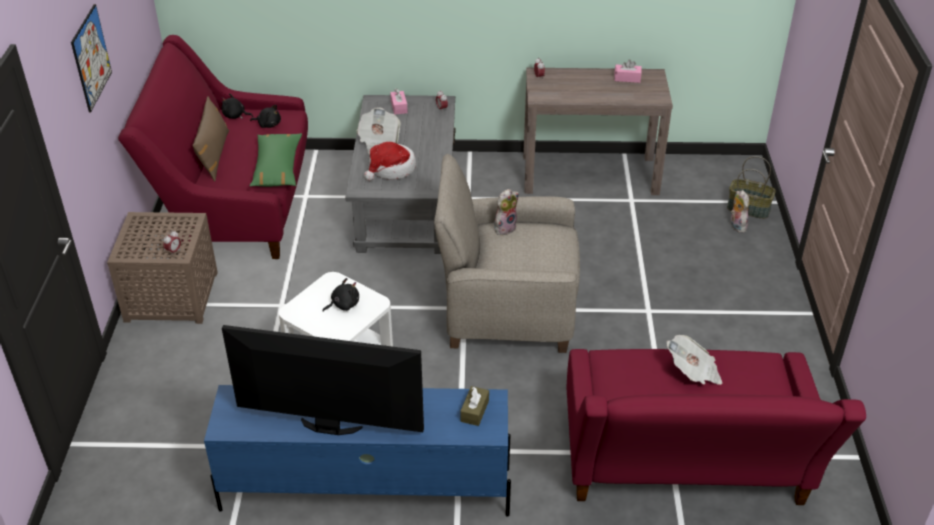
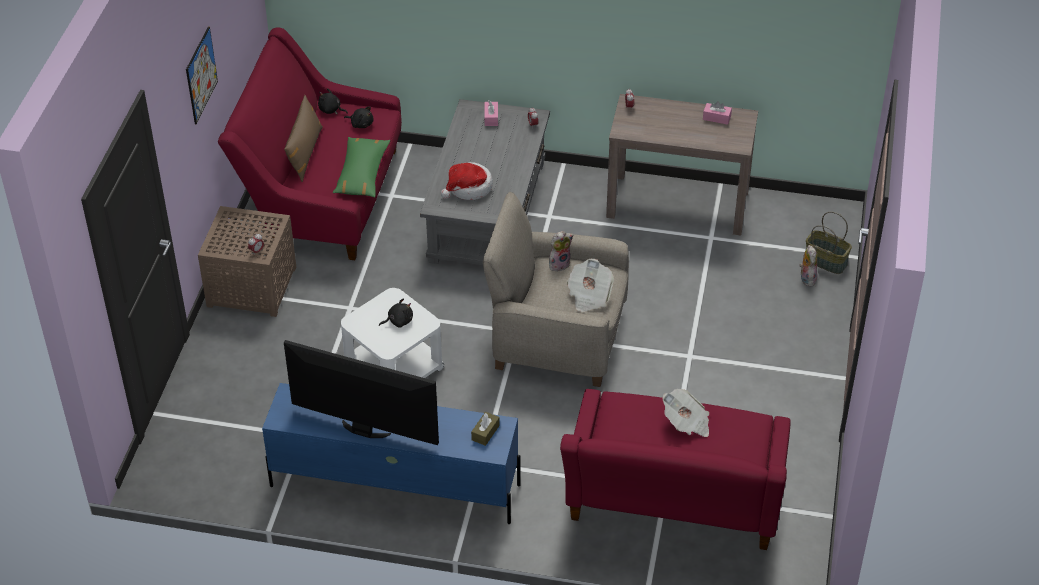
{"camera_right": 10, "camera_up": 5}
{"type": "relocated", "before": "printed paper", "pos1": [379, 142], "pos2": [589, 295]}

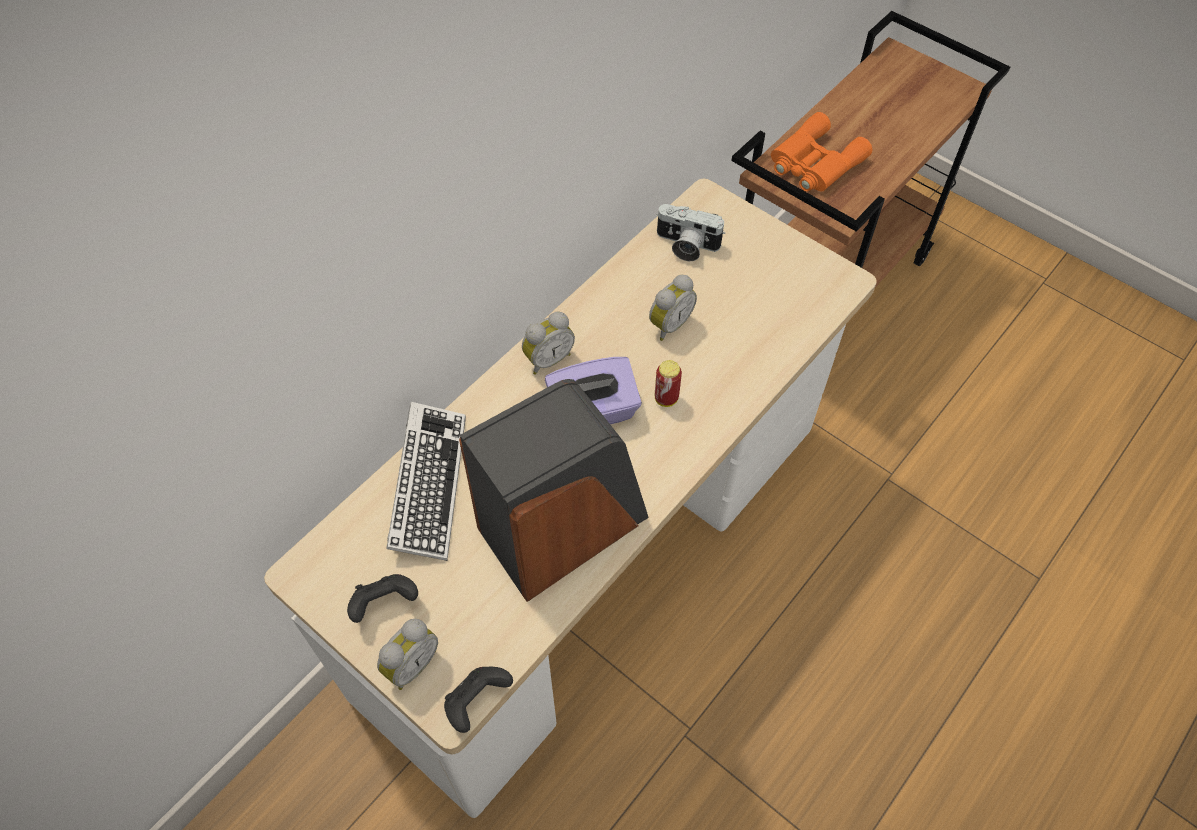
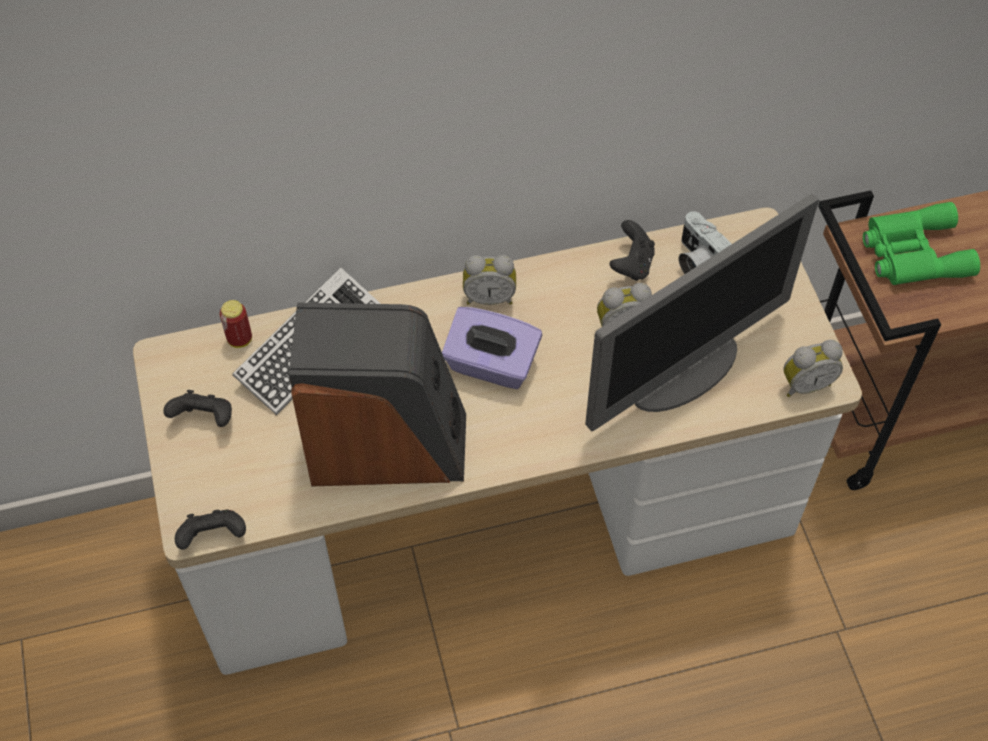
{"camera_right": 35, "camera_up": 0}
{"type": "colour", "before": "orangey binoculars", "after": "green binoculars", "pos1": [814, 163], "pos2": [912, 253]}
{"type": "relocated", "before": "metal can", "pos1": [666, 398], "pos2": [240, 339]}
{"type": "relocated", "before": "alarm clock", "pos1": [411, 664], "pos2": [805, 384]}
{"type": "appeared", "after": "computer screen", "pos2": [686, 372]}
{"type": "appeared", "after": "blackish gamepad", "pos2": [632, 264]}

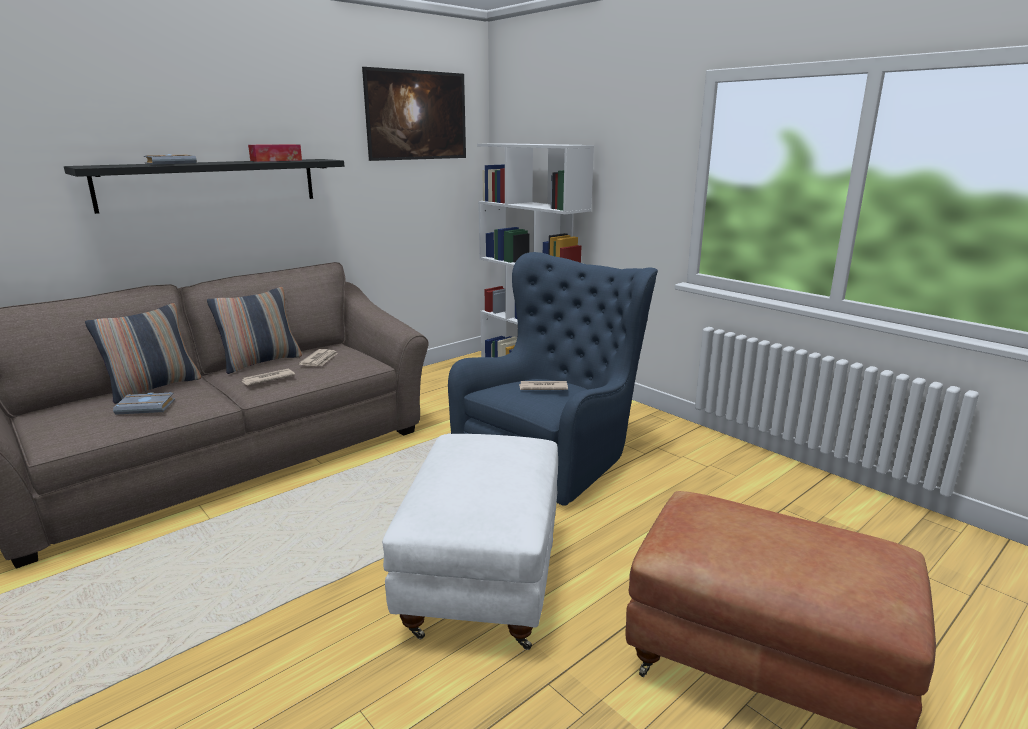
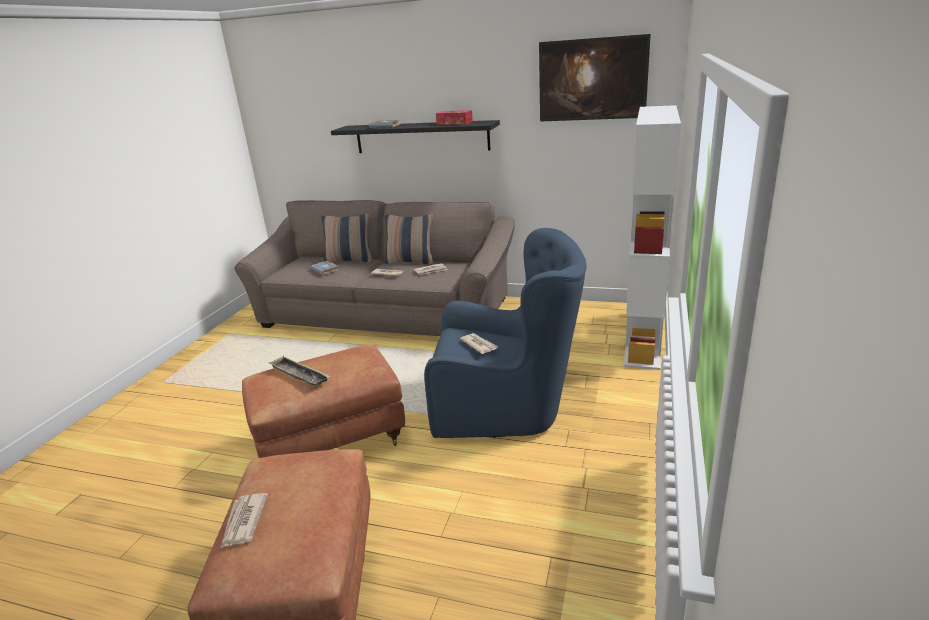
{"camera_right": 60, "camera_up": 5}
{"type": "colour", "before": "white ottoman", "after": "brown ottoman", "pos1": [482, 579], "pos2": [332, 442]}
{"type": "appeared", "after": "serving tray", "pos2": [299, 375]}
{"type": "appeared", "after": "printed paper", "pos2": [244, 522]}

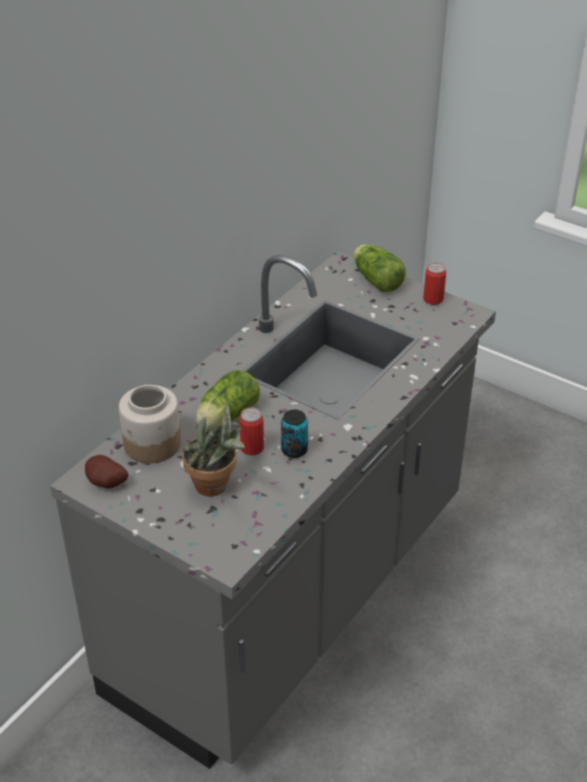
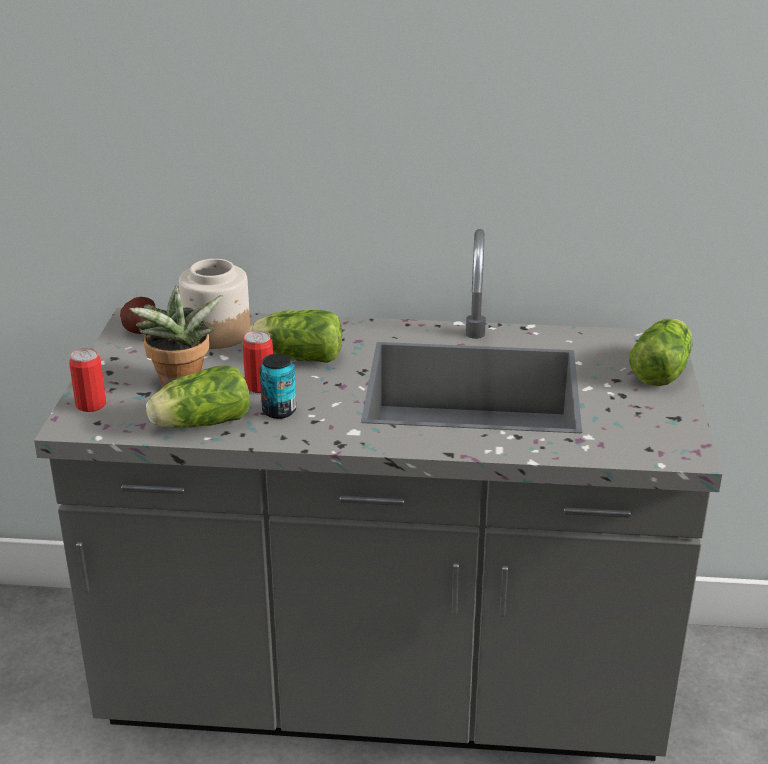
{"camera_right": 60, "camera_up": -10}
{"type": "relocated", "before": "metal can", "pos1": [433, 299], "pos2": [91, 405]}
{"type": "appeared", "after": "head of lettuce", "pos2": [199, 424]}

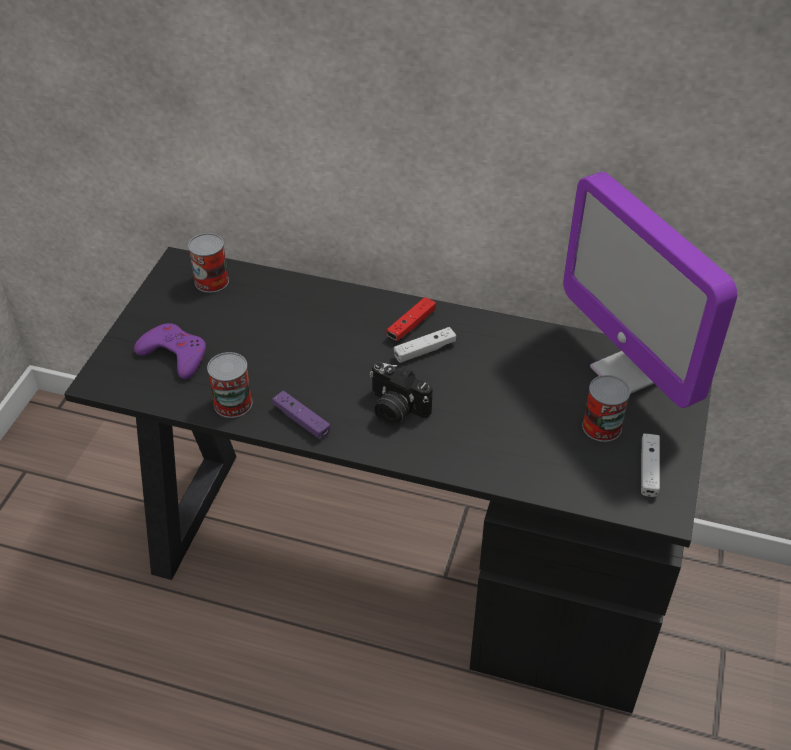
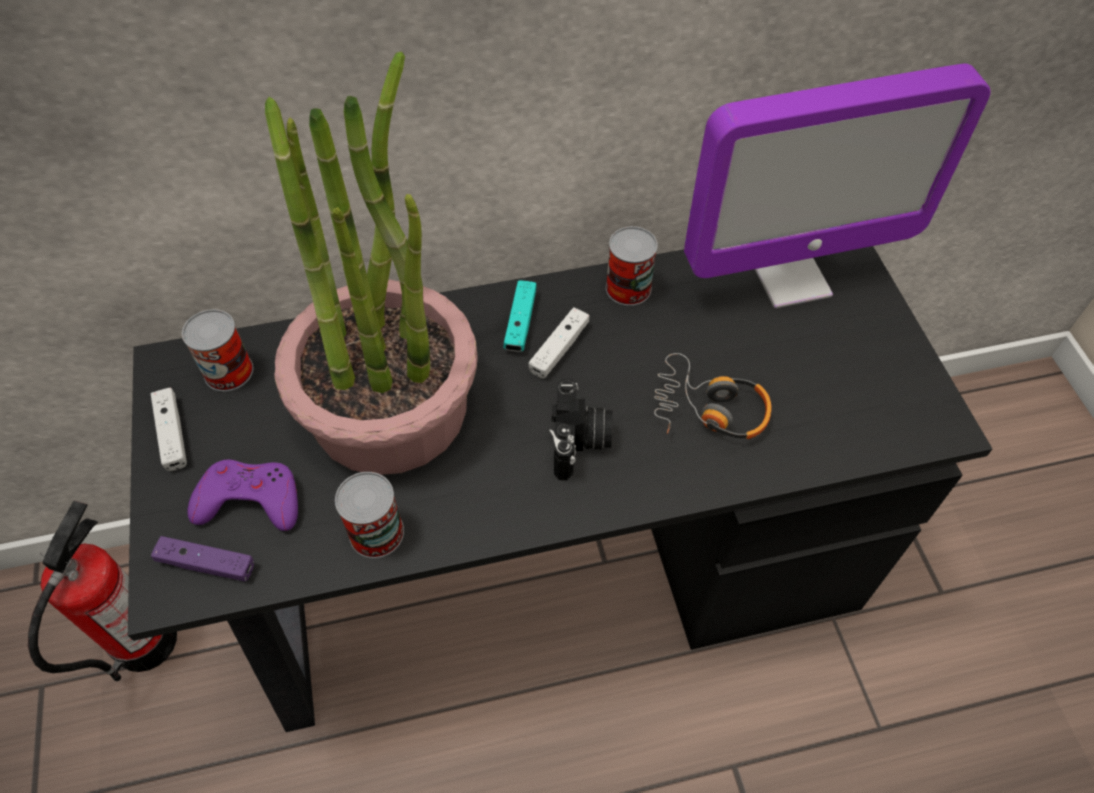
{"camera_right": -30, "camera_up": 10}
{"type": "spun", "before": "computer screen", "pos1": [627, 372], "pos2": [789, 277], "turn": -45}
{"type": "colour", "before": "reddish gamepad", "after": "turquoise-coloured gamepad", "pos1": [411, 325], "pos2": [520, 322]}
{"type": "spun", "before": "photo camera", "pos1": [395, 409], "pos2": [580, 442], "turn": -90}
{"type": "relocated", "before": "metal can", "pos1": [602, 426], "pos2": [628, 288]}
{"type": "relocated", "before": "purple gamepad", "pos1": [301, 420], "pos2": [206, 564]}
{"type": "relocated", "before": "white gamepad", "pos1": [648, 470], "pos2": [172, 434]}
{"type": "appeared", "after": "houseplant", "pos2": [390, 405]}
{"type": "appeared", "after": "headphones", "pos2": [709, 409]}
{"type": "appeared", "after": "extinguisher", "pos2": [144, 642]}

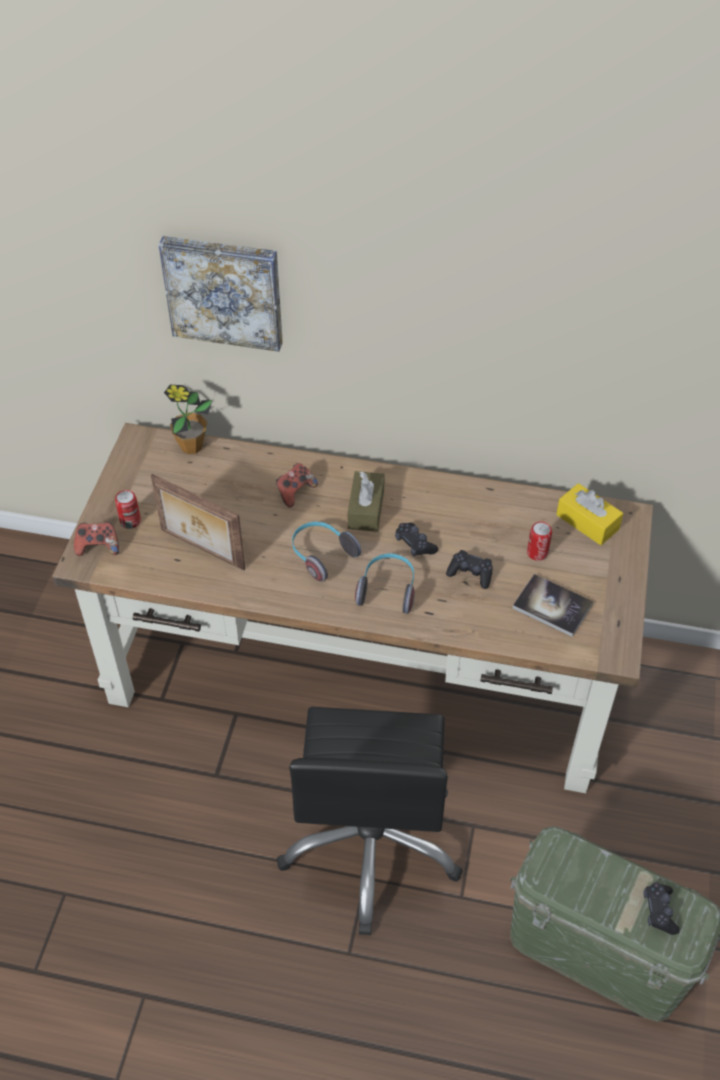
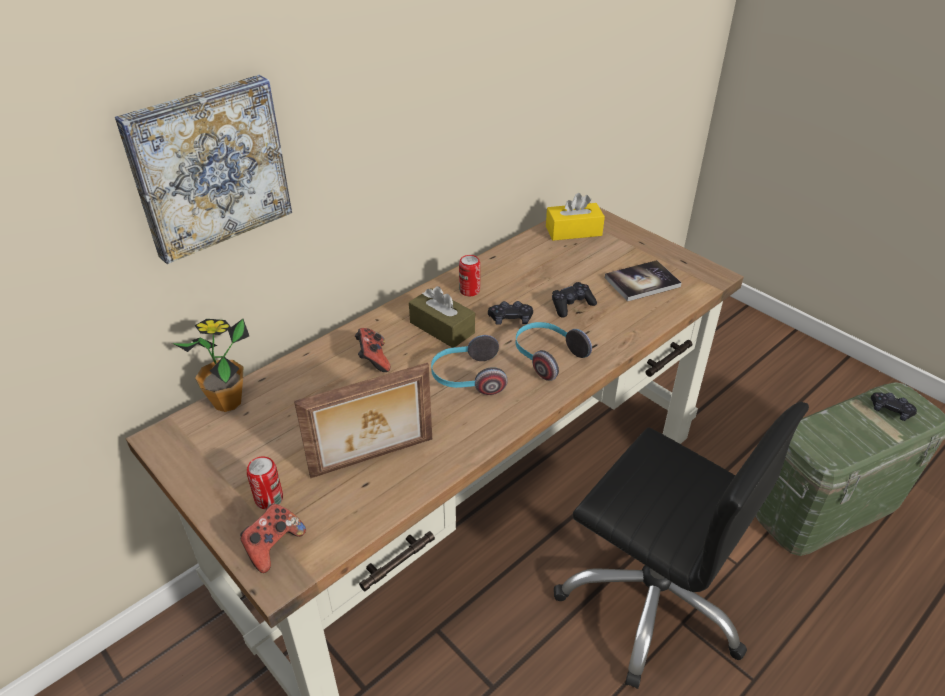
{"camera_right": -55, "camera_up": -10}
{"type": "relocated", "before": "metal can", "pos1": [537, 553], "pos2": [469, 291]}

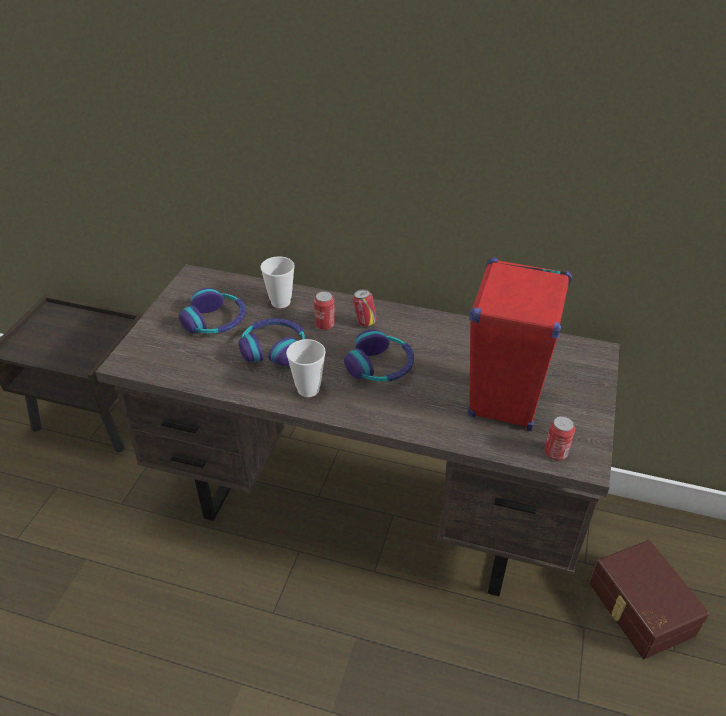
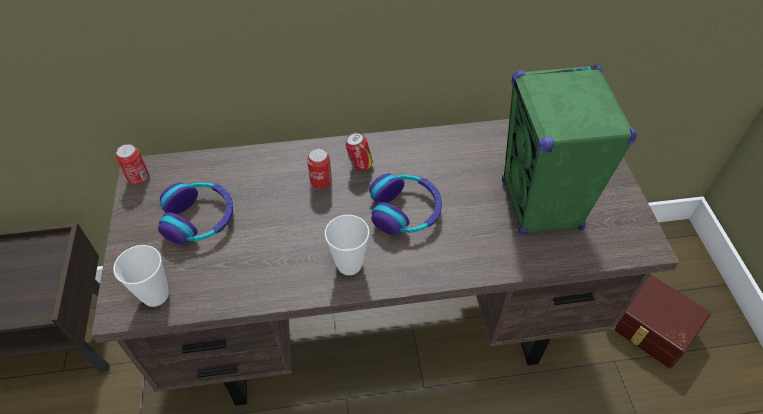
{"camera_right": -25, "camera_up": 10}
{"type": "relocated", "before": "drinking cup", "pos1": [280, 302], "pos2": [155, 295]}
{"type": "colour", "before": "reddish speaker", "after": "green speaker", "pos1": [505, 400], "pos2": [541, 206]}
{"type": "missing", "before": "headphones", "pos1": [273, 349]}
{"type": "relocated", "before": "metal can", "pos1": [555, 453], "pos2": [138, 178]}

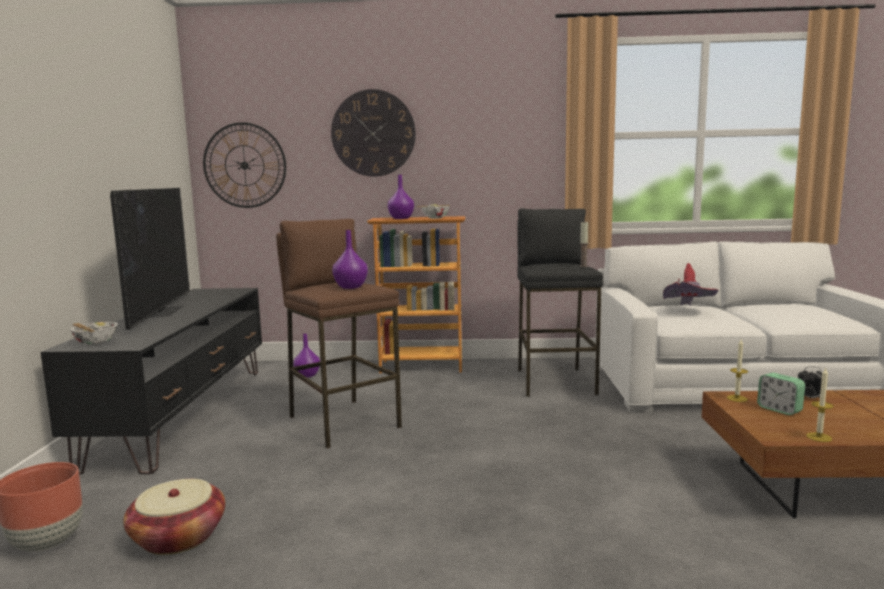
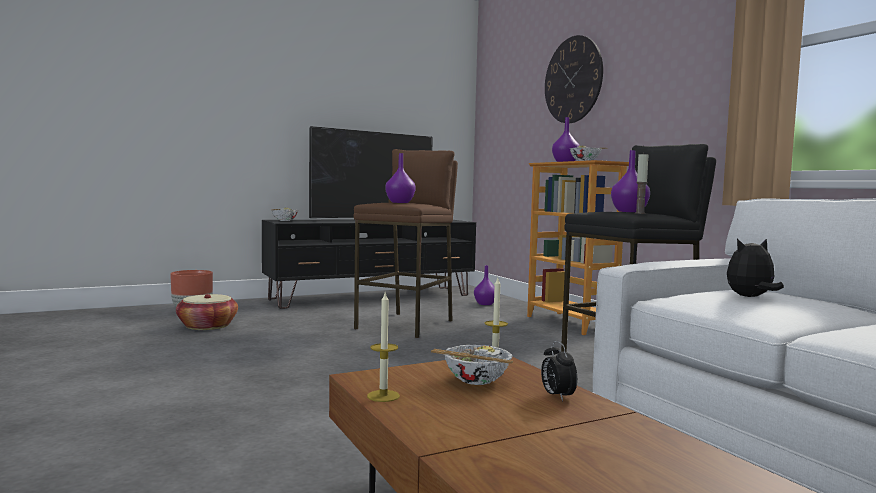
{"camera_right": 60, "camera_up": -5}
{"type": "missing", "before": "wall clock", "pos1": [244, 165]}
{"type": "exchanged", "before": "reddish wearable hat", "after": "plush toy", "pos1": [687, 312], "pos2": [750, 297]}
{"type": "exchanged", "before": "alarm clock", "after": "deep dish", "pos1": [779, 409], "pos2": [476, 381]}
{"type": "appeared", "after": "purple decorative vase", "pos2": [628, 211]}

